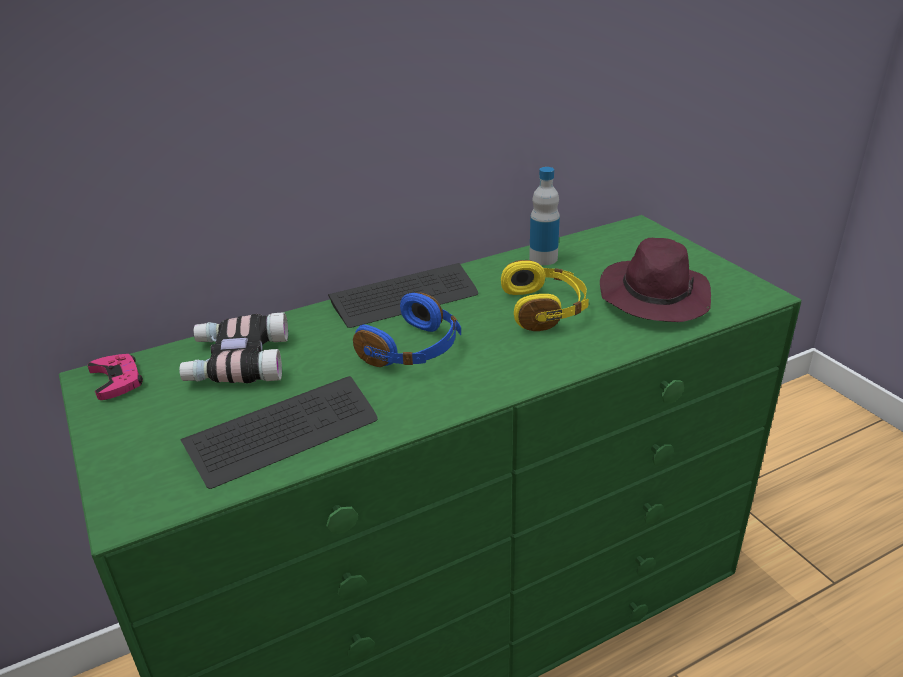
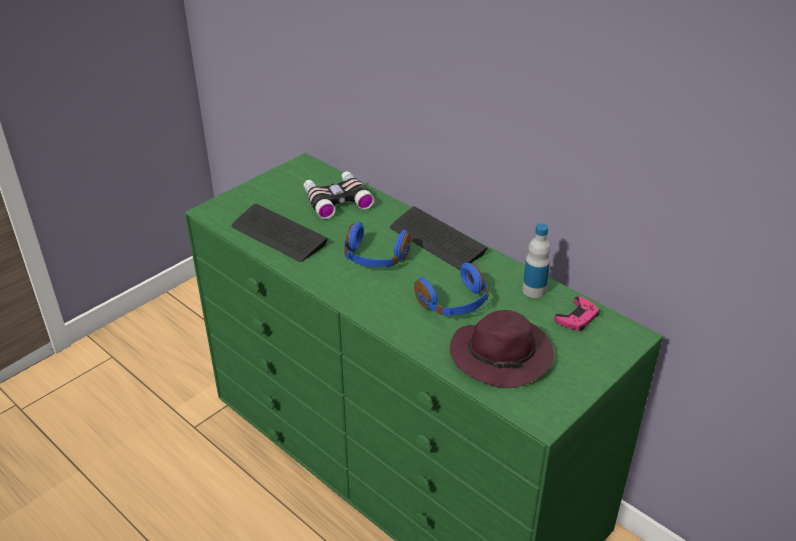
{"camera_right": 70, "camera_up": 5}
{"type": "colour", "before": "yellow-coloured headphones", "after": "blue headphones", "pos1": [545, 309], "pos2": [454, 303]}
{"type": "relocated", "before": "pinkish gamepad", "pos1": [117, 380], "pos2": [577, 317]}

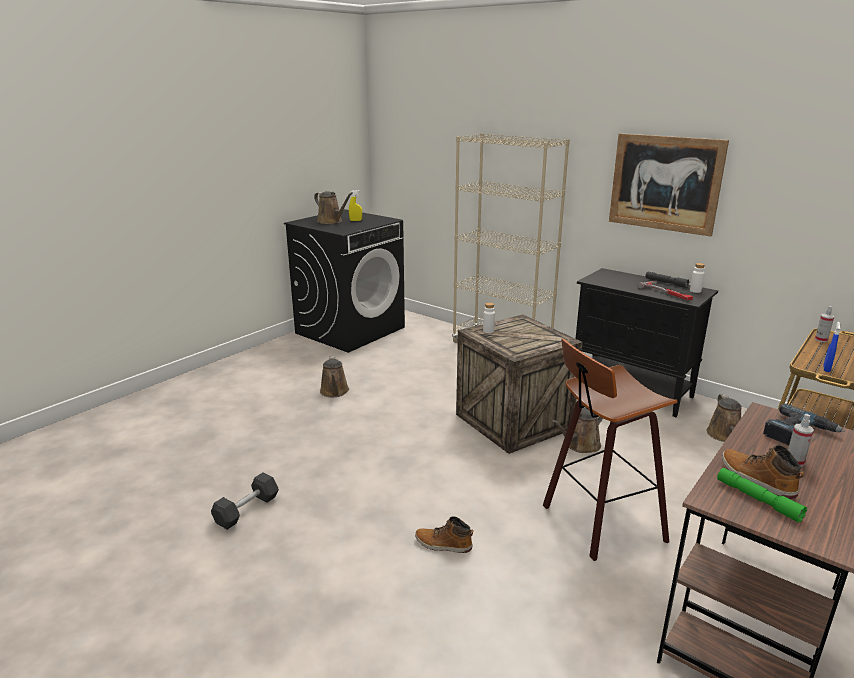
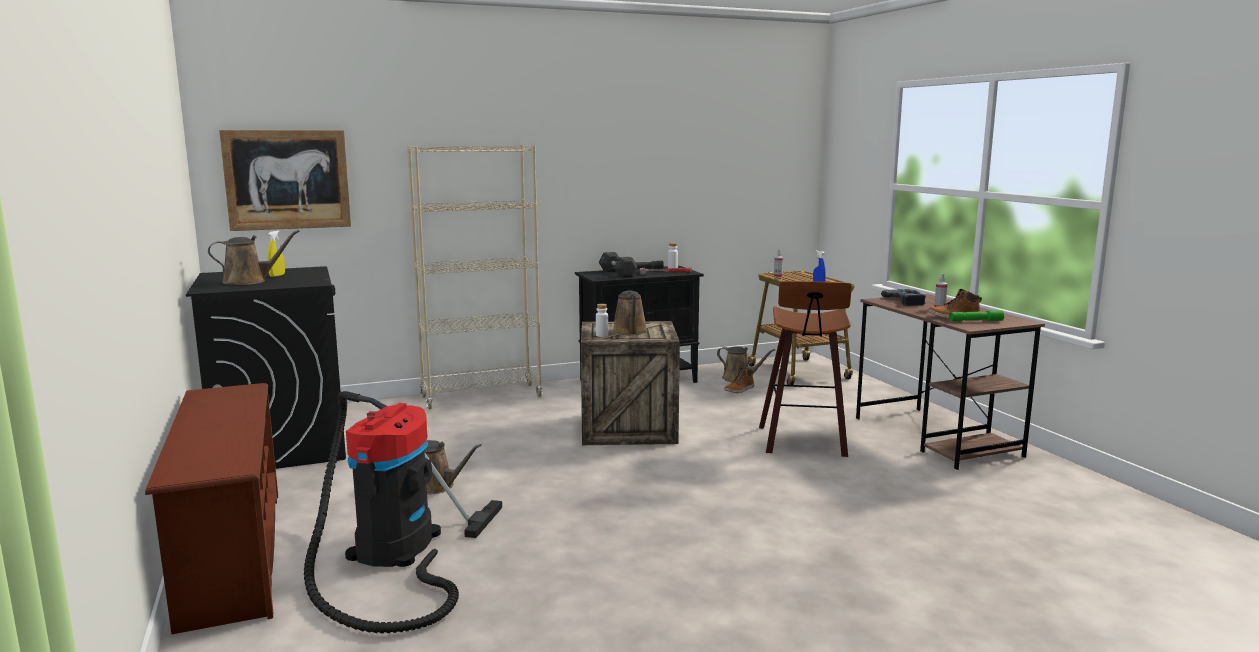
{"camera_right": -60, "camera_up": -10}
{"type": "relocated", "before": "wall art", "pos1": [665, 183], "pos2": [287, 179]}
{"type": "relocated", "before": "brown sprinkling can", "pos1": [580, 445], "pos2": [630, 332]}
{"type": "relocated", "before": "greyish free weight", "pos1": [247, 510], "pos2": [617, 273]}
{"type": "relocated", "before": "tall boot", "pos1": [443, 544], "pos2": [739, 390]}
{"type": "appeared", "after": "brown shoe stand", "pos2": [230, 554]}
{"type": "appeared", "after": "vacuum cleaner", "pos2": [392, 552]}

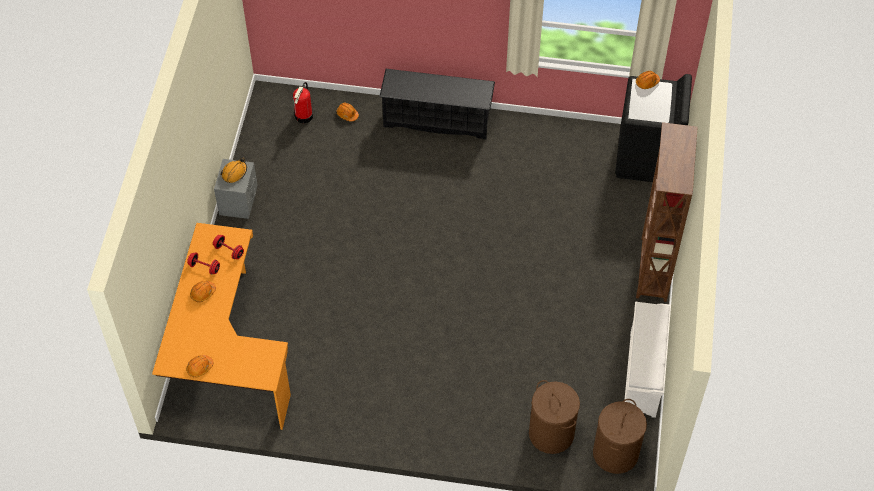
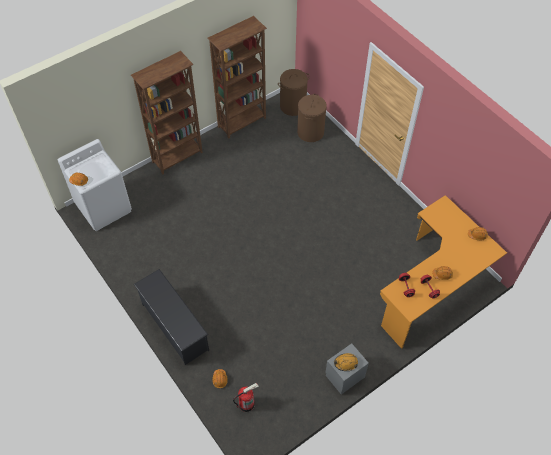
{"camera_right": -135, "camera_up": 0}
{"type": "colour", "before": "blackish laundry appliance", "after": "white laundry appliance", "pos1": [647, 159], "pos2": [104, 207]}
{"type": "exchanged", "before": "white shoe stand", "after": "brown bookshelf", "pos1": [643, 375], "pos2": [242, 123]}

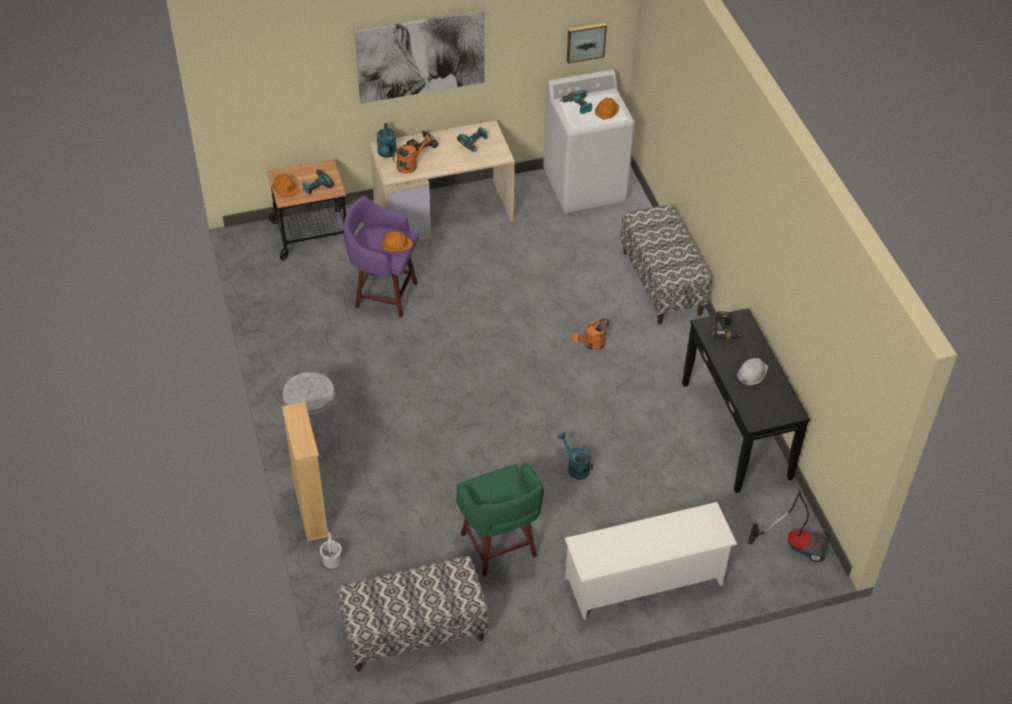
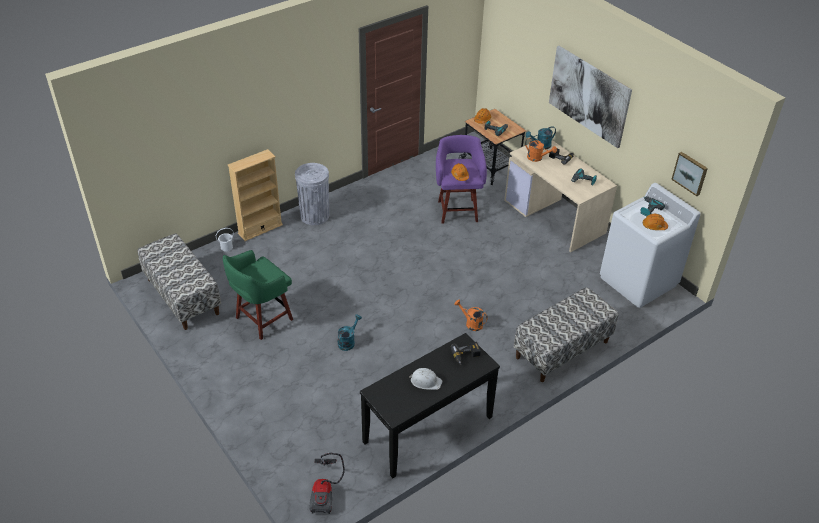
{"camera_right": 70, "camera_up": -5}
{"type": "missing", "before": "white shoe stand", "pos1": [644, 581]}

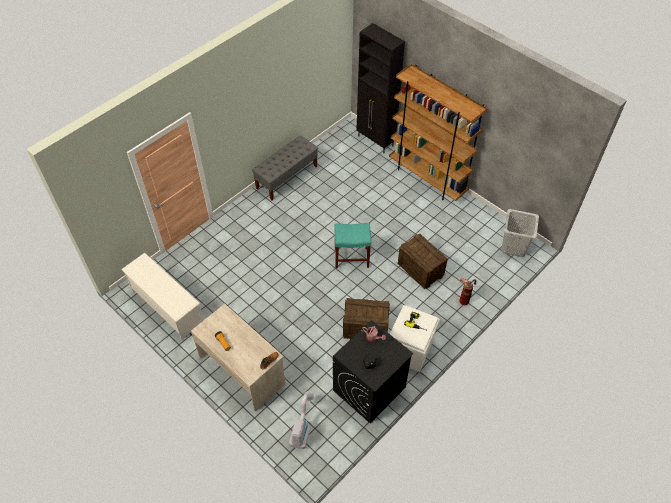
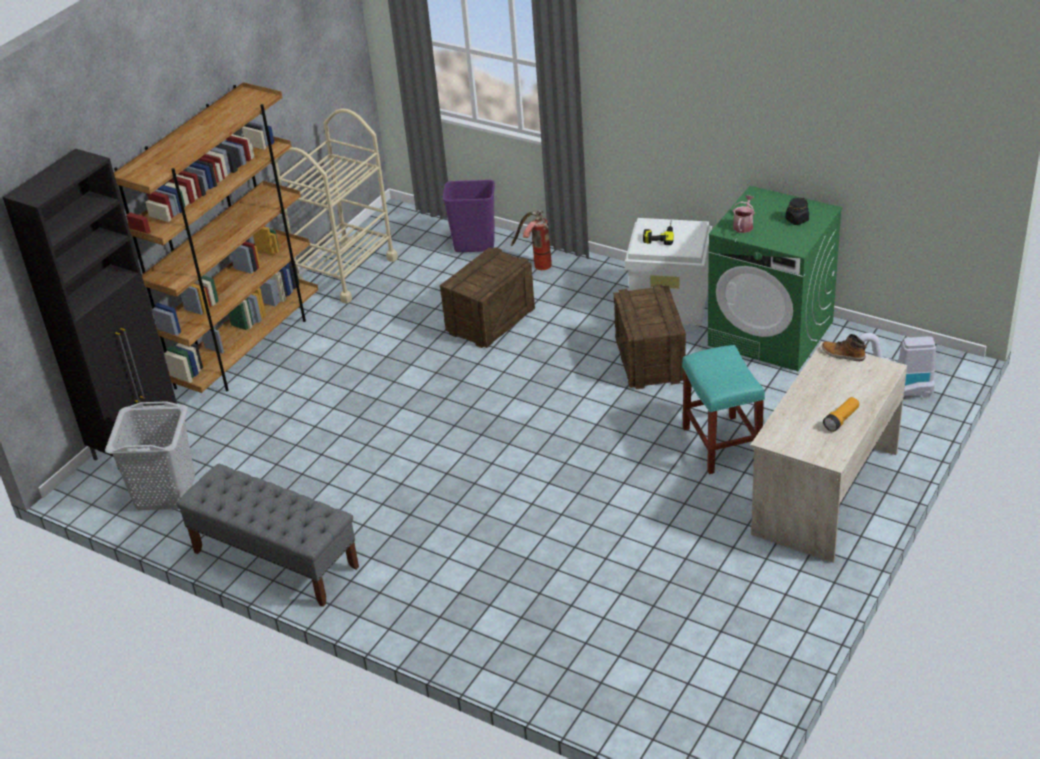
{"camera_right": -100, "camera_up": -15}
{"type": "relocated", "before": "greyish laundry basket", "pos1": [513, 246], "pos2": [165, 493]}
{"type": "relocated", "before": "turquoise-coloured stool", "pos1": [352, 257], "pos2": [721, 443]}
{"type": "missing", "before": "white shoe stand", "pos1": [167, 307]}
{"type": "colour", "before": "blackish laundry appliance", "after": "green laundry appliance", "pos1": [369, 389], "pos2": [771, 333]}
{"type": "appeared", "after": "beige-coloured trolley", "pos2": [346, 272]}
{"type": "appeared", "after": "purple trash can", "pos2": [475, 245]}

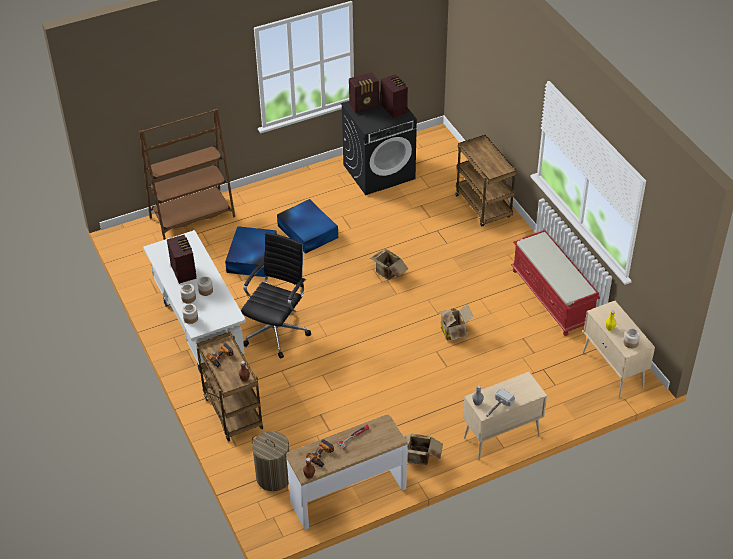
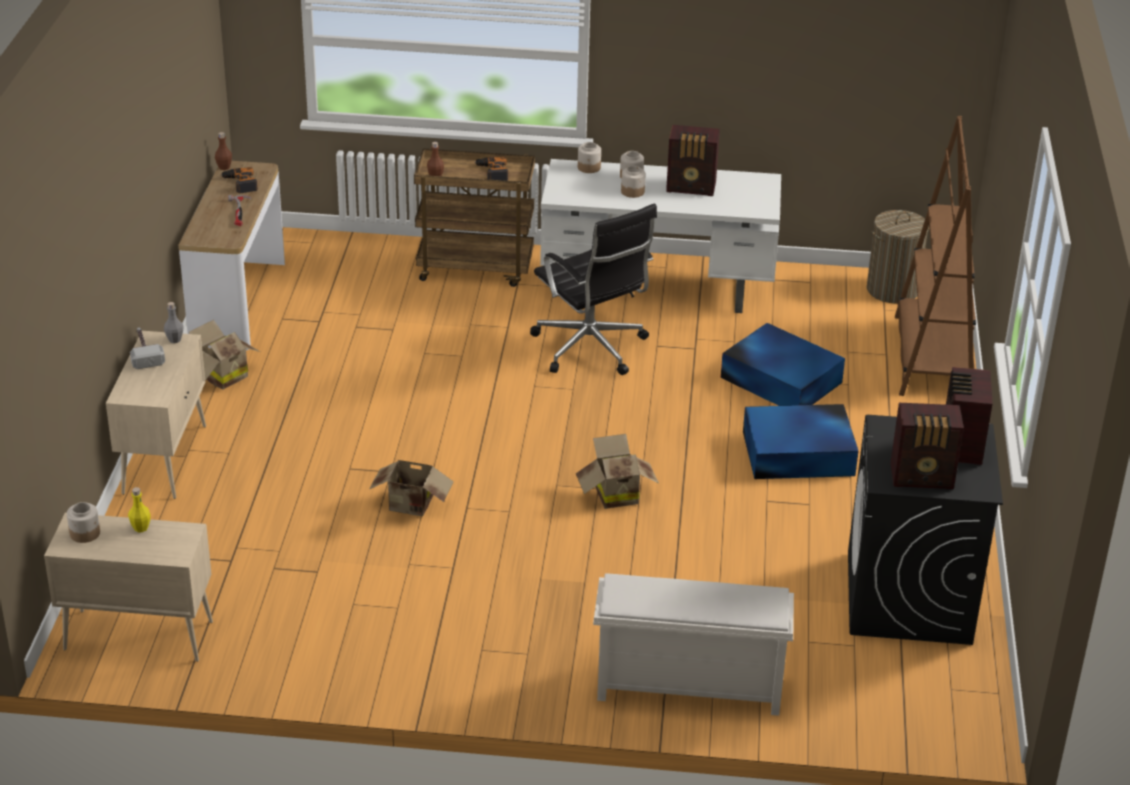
{"camera_right": 120, "camera_up": -10}
{"type": "exchanged", "before": "brown trolley", "after": "white shoe stand", "pos1": [484, 207], "pos2": [687, 687]}
{"type": "missing", "before": "reddish long seat", "pos1": [553, 297]}
{"type": "relocated", "before": "laundry basket", "pos1": [274, 477], "pos2": [892, 290]}

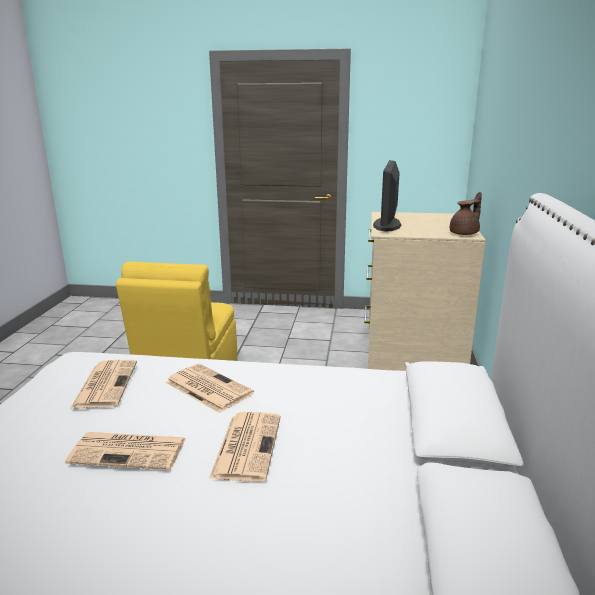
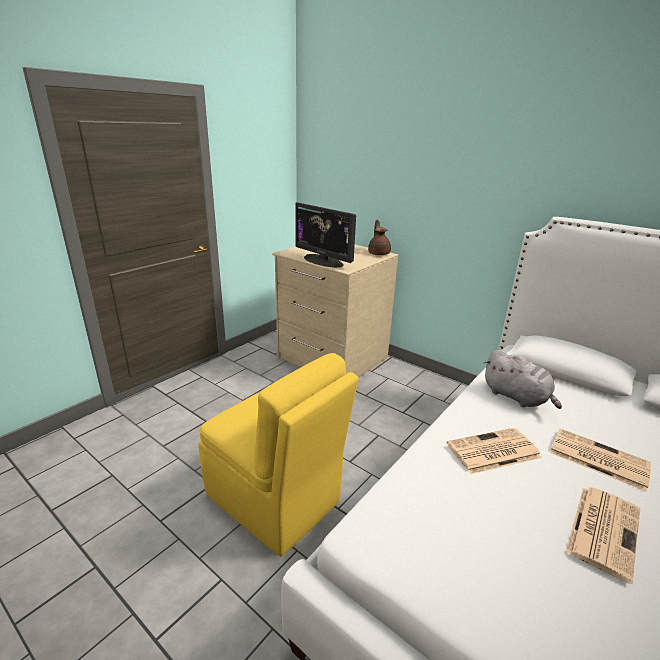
{"camera_right": -60, "camera_up": 5}
{"type": "missing", "before": "printed paper", "pos1": [105, 384]}
{"type": "appeared", "after": "greyish plush toy", "pos2": [517, 397]}

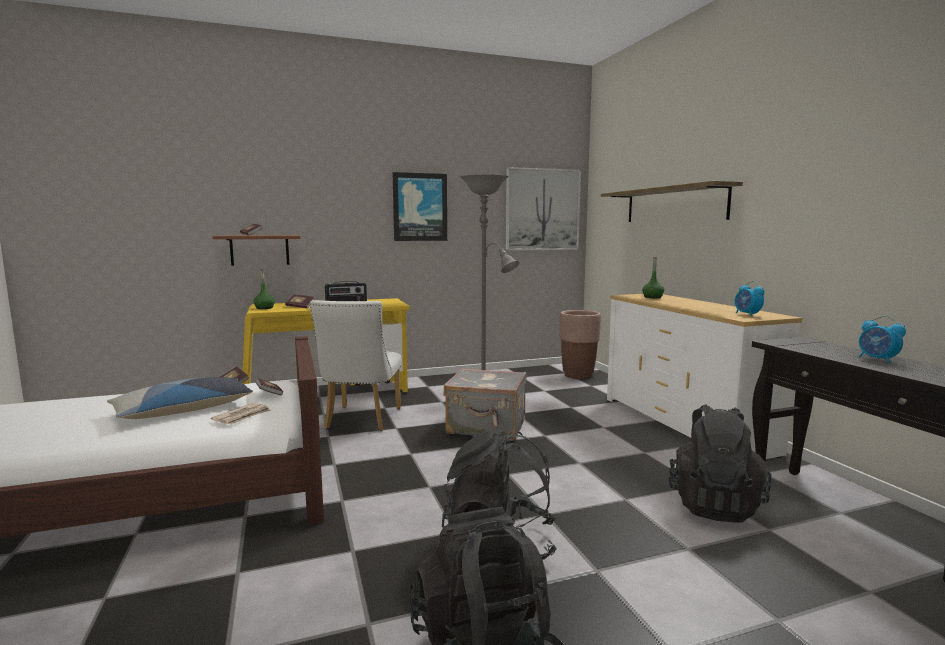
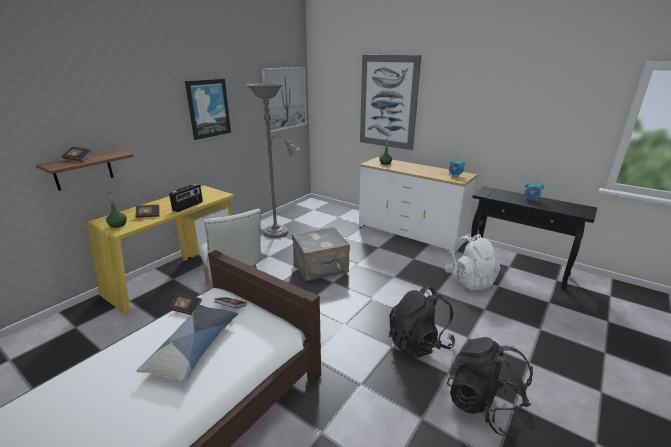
{"camera_right": -35, "camera_up": 15}
{"type": "exchanged", "before": "bracket shelf", "after": "wall art", "pos1": [674, 205], "pos2": [388, 102]}
{"type": "missing", "before": "brown planter", "pos1": [578, 375]}
{"type": "missing", "before": "printed paper", "pos1": [243, 416]}
{"type": "colour", "before": "blackish backpack", "after": "white backpack", "pos1": [714, 505], "pos2": [469, 280]}

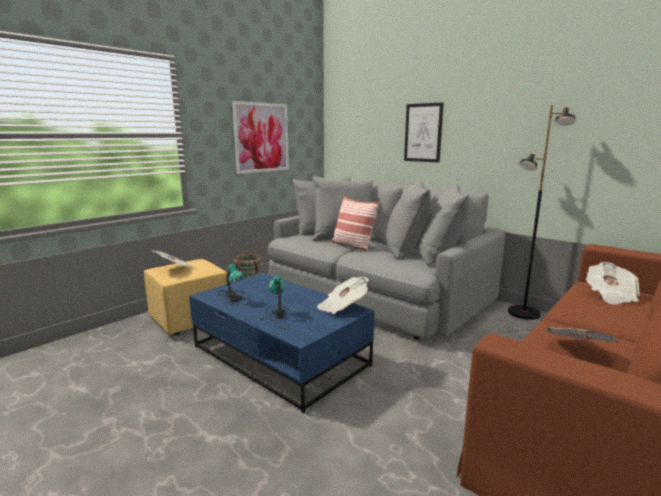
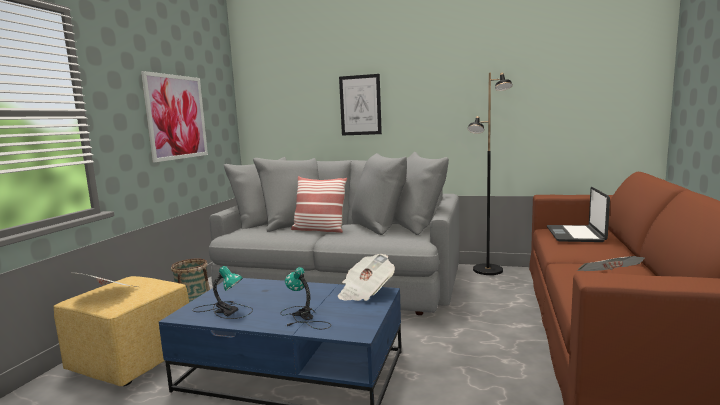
{"camera_right": -25, "camera_up": -5}
{"type": "exchanged", "before": "printed paper", "after": "notebook computer", "pos1": [610, 296], "pos2": [576, 234]}

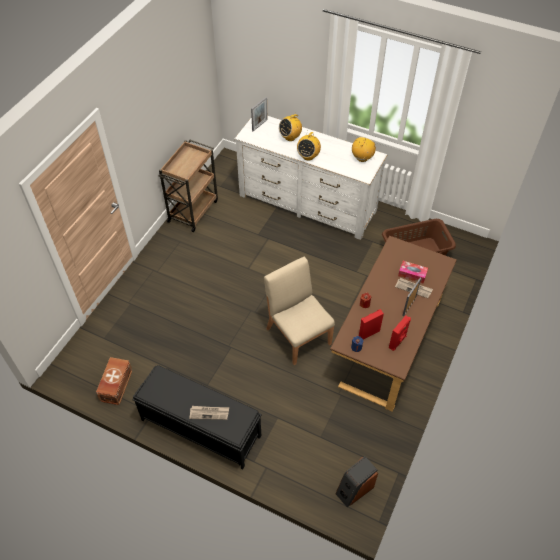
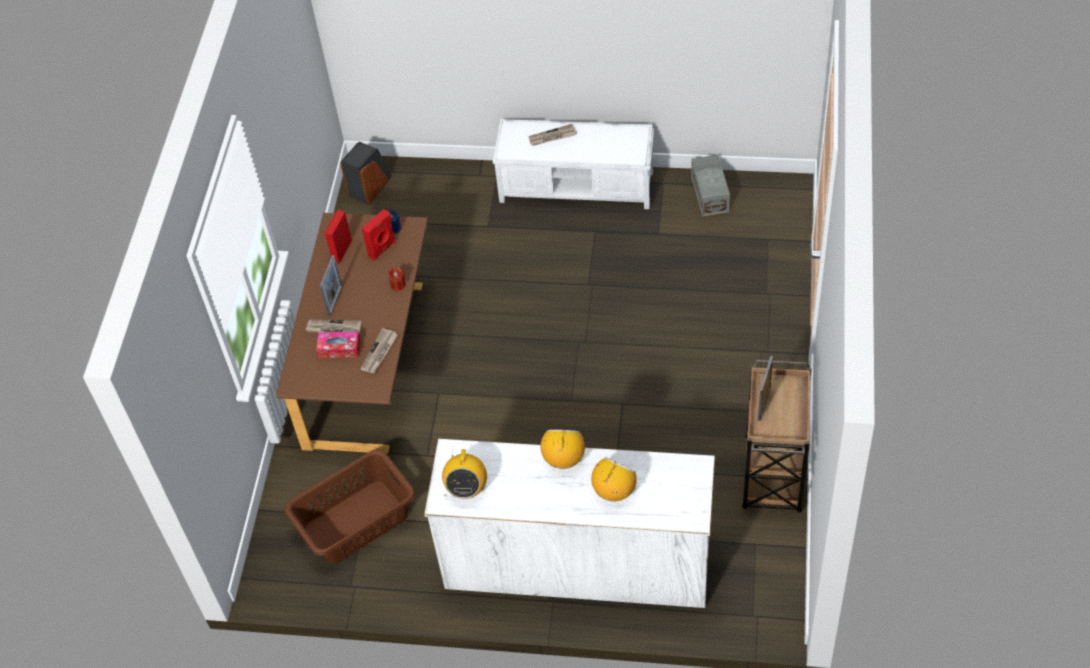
{"camera_right": 165, "camera_up": 0}
{"type": "relocated", "before": "standing frame", "pos1": [259, 125], "pos2": [764, 403]}
{"type": "missing", "before": "beige-coloured upright chair", "pos1": [298, 335]}
{"type": "colour", "before": "brown storage box", "after": "greyish storage box", "pos1": [115, 386], "pos2": [710, 193]}
{"type": "colour", "before": "blackish long seat", "after": "white long seat", "pos1": [200, 427], "pos2": [577, 187]}
{"type": "appeared", "after": "printed paper", "pos2": [379, 352]}

